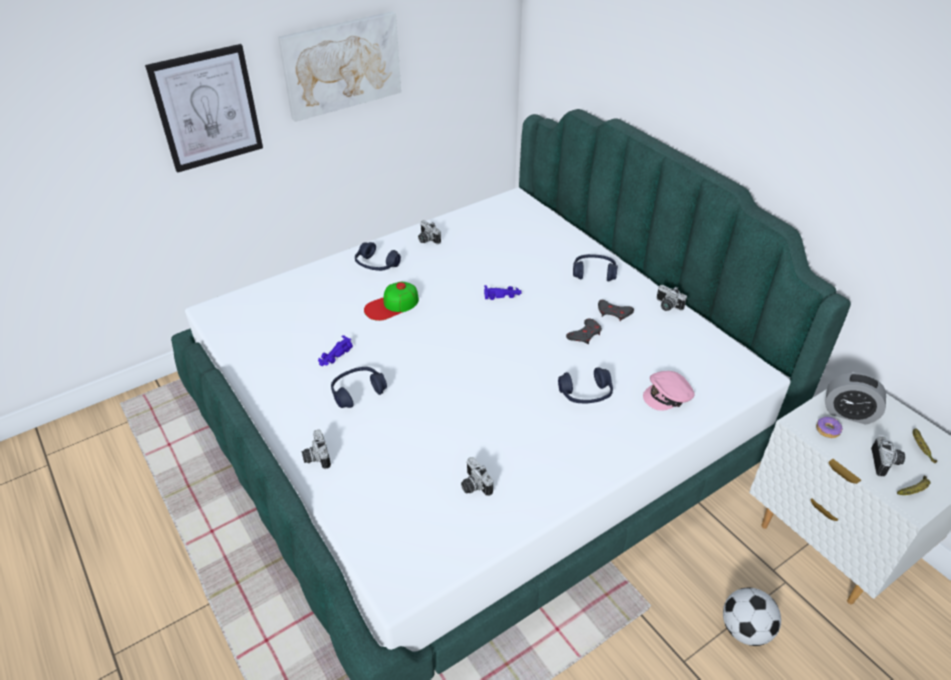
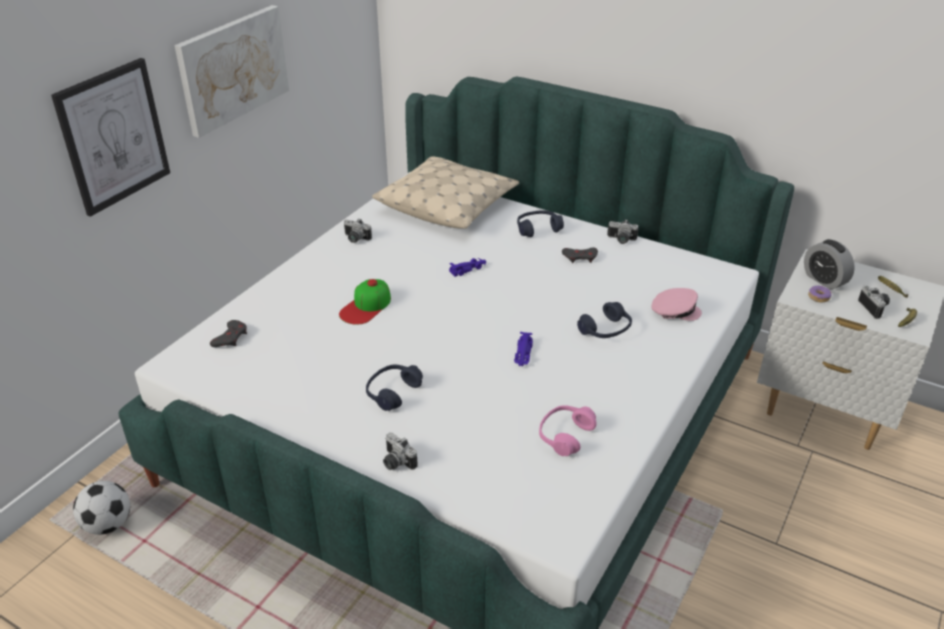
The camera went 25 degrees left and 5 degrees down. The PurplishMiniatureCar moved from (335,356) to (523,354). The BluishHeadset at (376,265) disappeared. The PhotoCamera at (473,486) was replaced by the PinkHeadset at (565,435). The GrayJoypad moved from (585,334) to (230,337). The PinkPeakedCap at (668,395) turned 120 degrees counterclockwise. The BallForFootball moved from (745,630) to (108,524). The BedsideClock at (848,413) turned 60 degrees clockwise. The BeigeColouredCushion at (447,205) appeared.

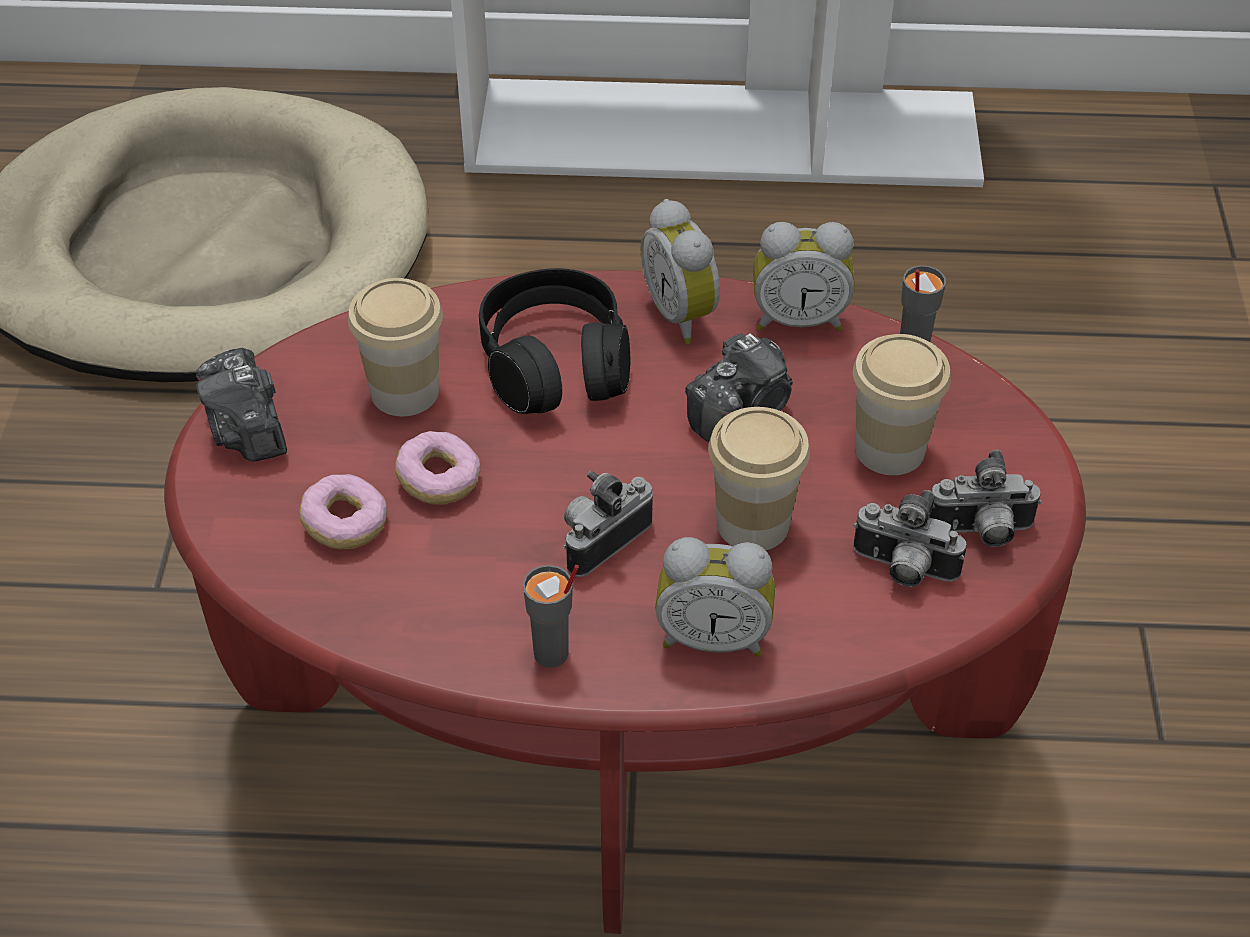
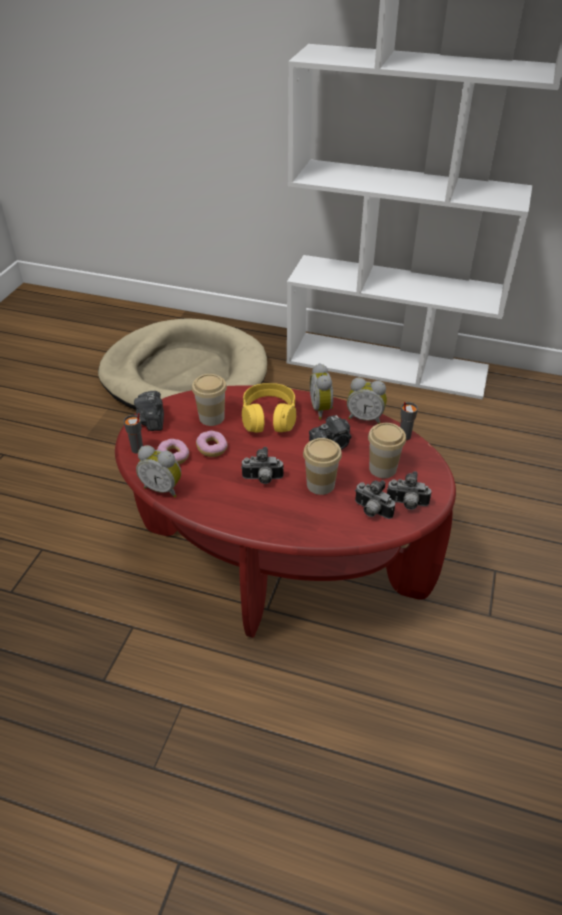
The camera went 15 degrees right and 5 degrees down. The BlackishHeadset at (555,364) became the YellowHeadset at (269,417). The GrayCup moved from (552,654) to (137,449). The PhotoCamera at (601,540) turned 150 degrees counterclockwise. The BedsideClock moved from (713,636) to (163,488).

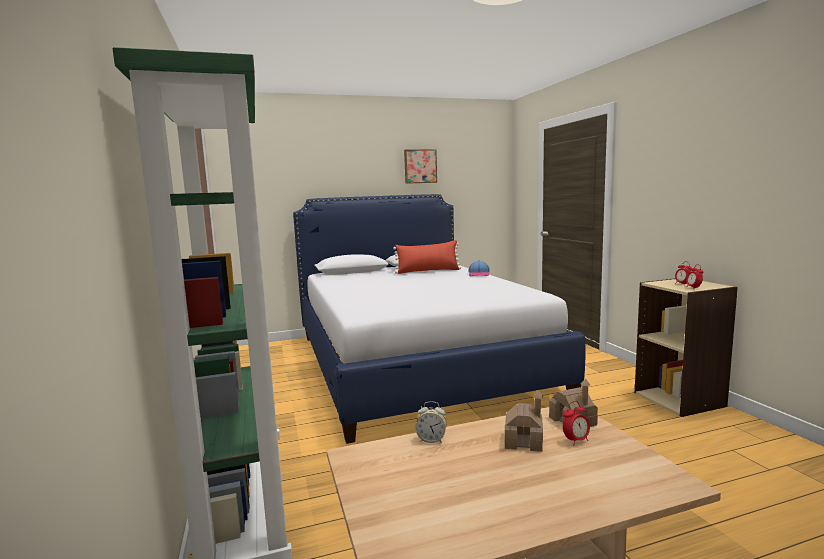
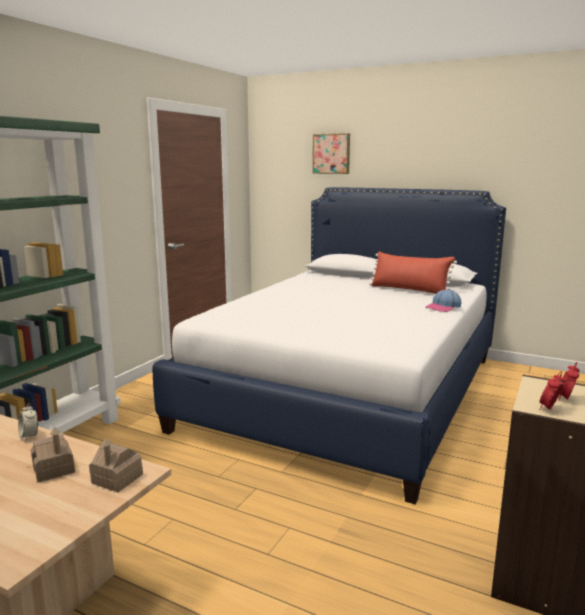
The camera went 45 degrees right and 5 degrees up. The WallArt moved from (420,166) to (331,153). The BedsideClock at (576,441) disappeared.

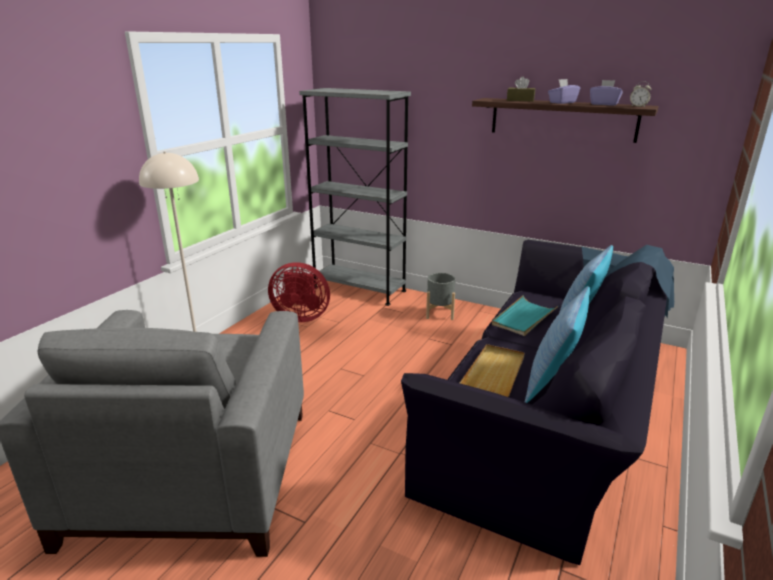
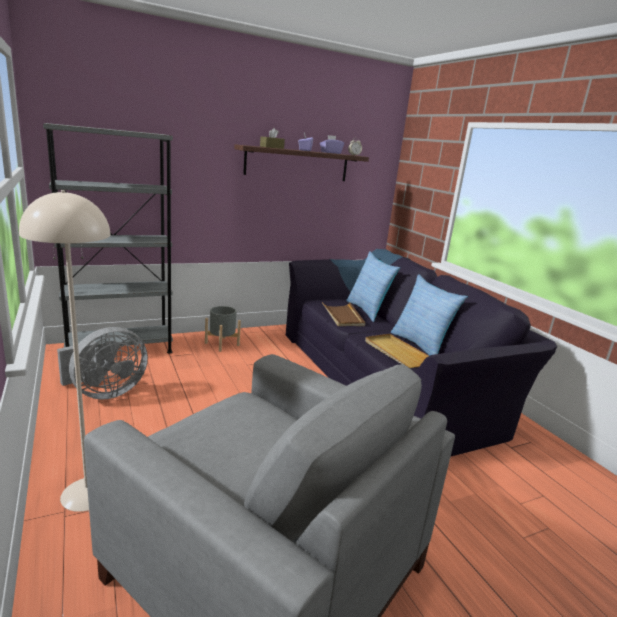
The camera went 55 degrees left and 5 degrees down. The ReddishElectricFan at (301,316) became the GrayElectricFan at (105,392). The TurquoiseTray at (524,318) became the BrownTray at (343,316).

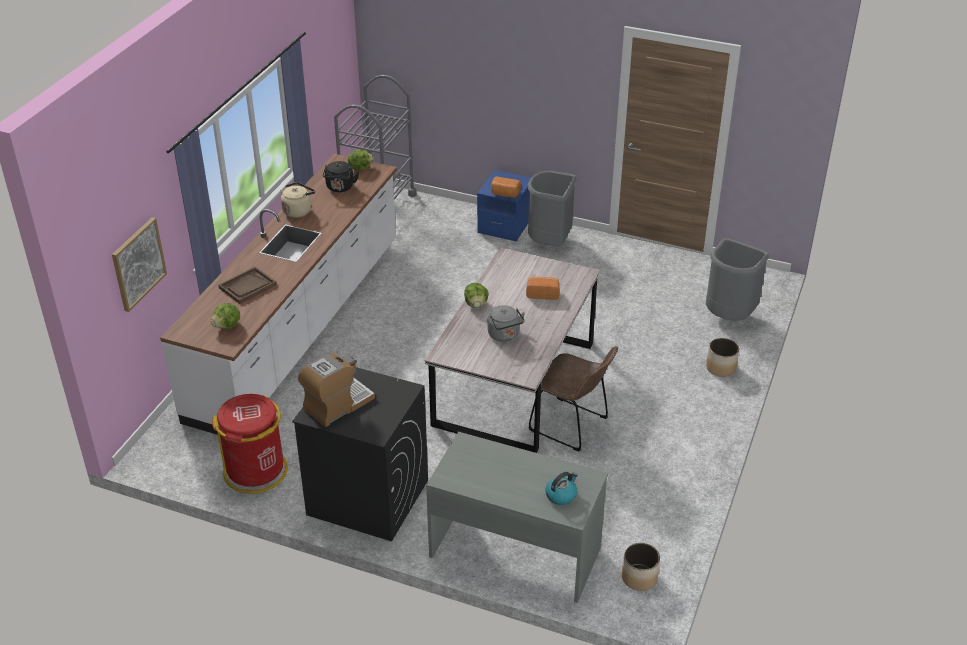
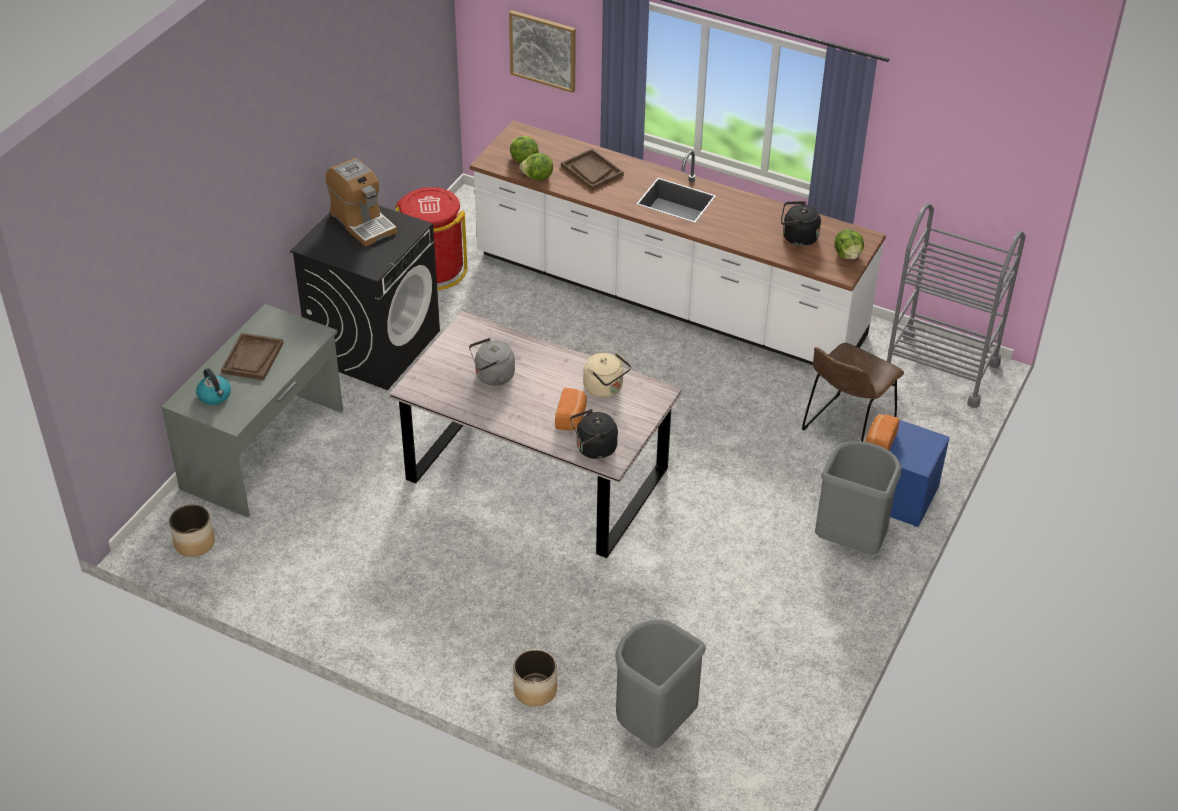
The camera went 95 degrees right and 5 degrees up. The BeigeColouredKettle moved from (298,211) to (605,389). The LettuceHead moved from (476,304) to (537,177). The BrownUprightChair moved from (572,426) to (845,429). The BrownTray at (252,358) appeared. The BlackishKettle at (594,449) appeared.

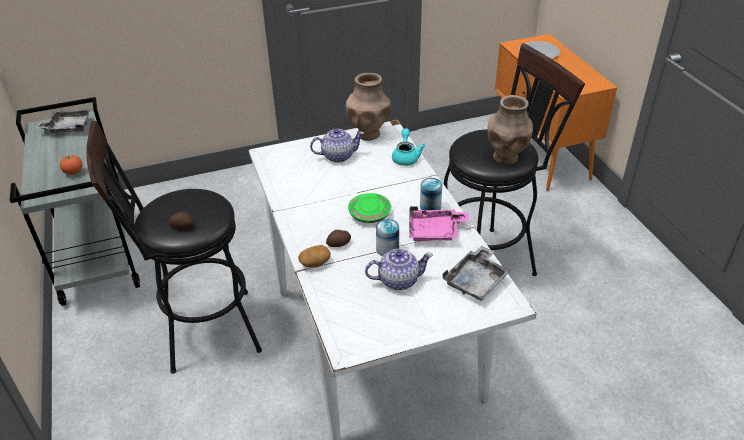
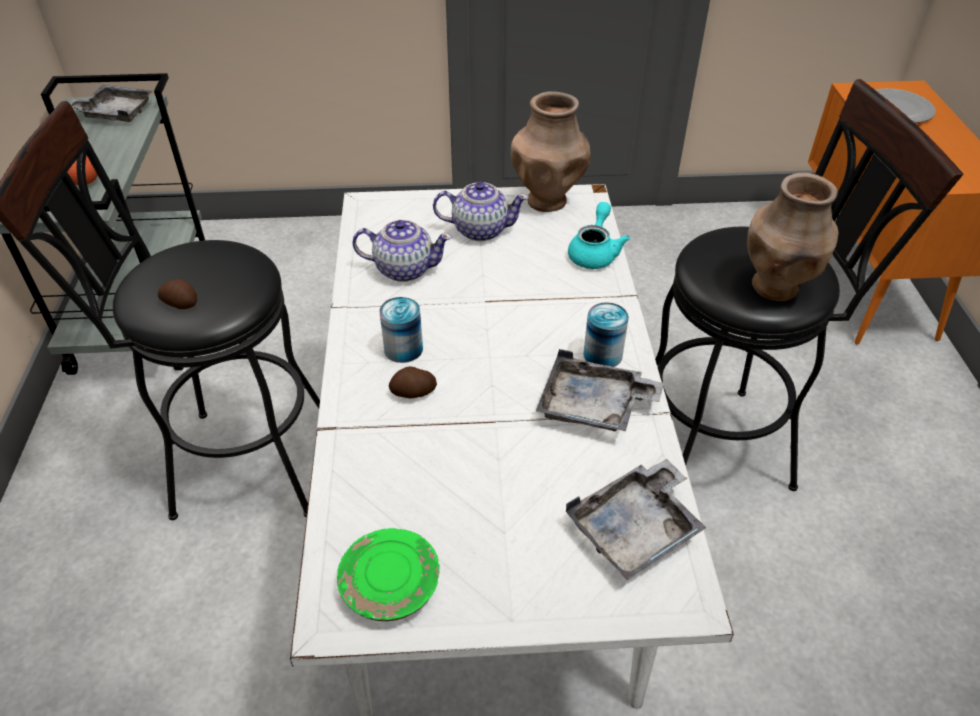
The camera went 15 degrees right and 5 degrees up. The Potato at (315,263) disappeared. The GreenPlate moved from (370,214) to (391,584). The PotForTea moved from (398,280) to (404,269). The SealedCan moved from (387,249) to (403,349). The PinkTray at (435,232) became the GrayTray at (593,406).

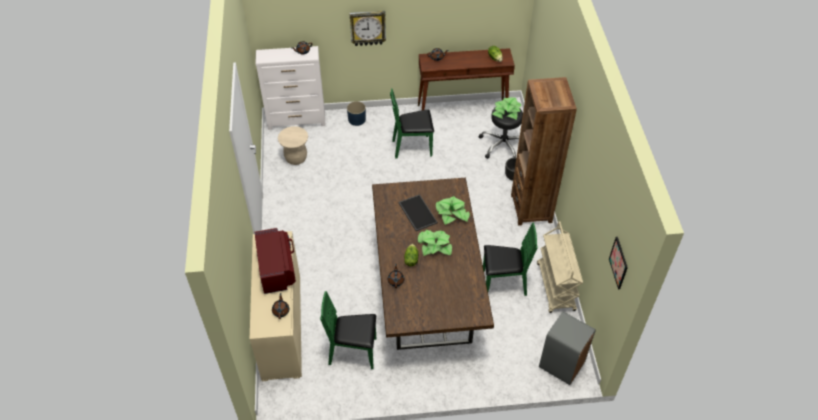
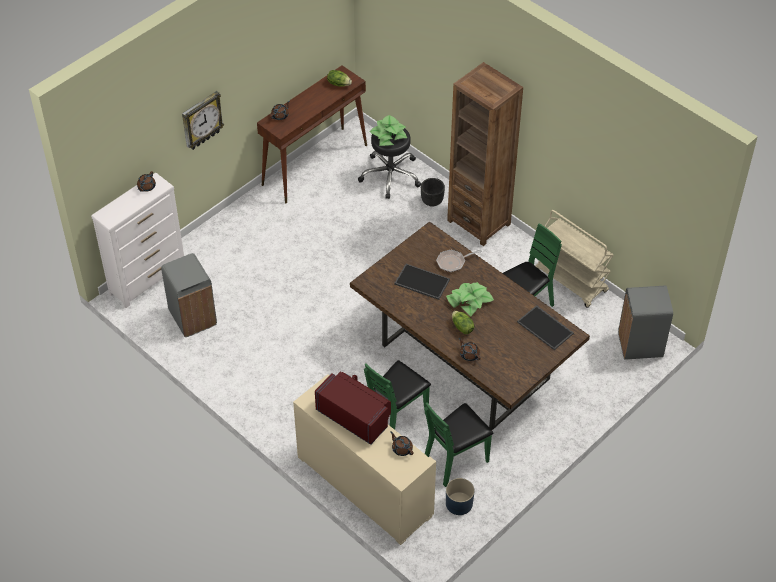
The camera went 40 degrees left and 0 degrees up. The BeigeColouredStool at (296,158) was replaced by the GrayRubbishBin at (192,318). The BluishPlantPot moved from (357,119) to (459,503). The GreenUprightChair moved from (412,147) to (396,417). The Houseplant at (452,213) was replaced by the FryingPan at (453,262). The WallArt at (618,263) disappeared. The Tray at (546,327) appeared.

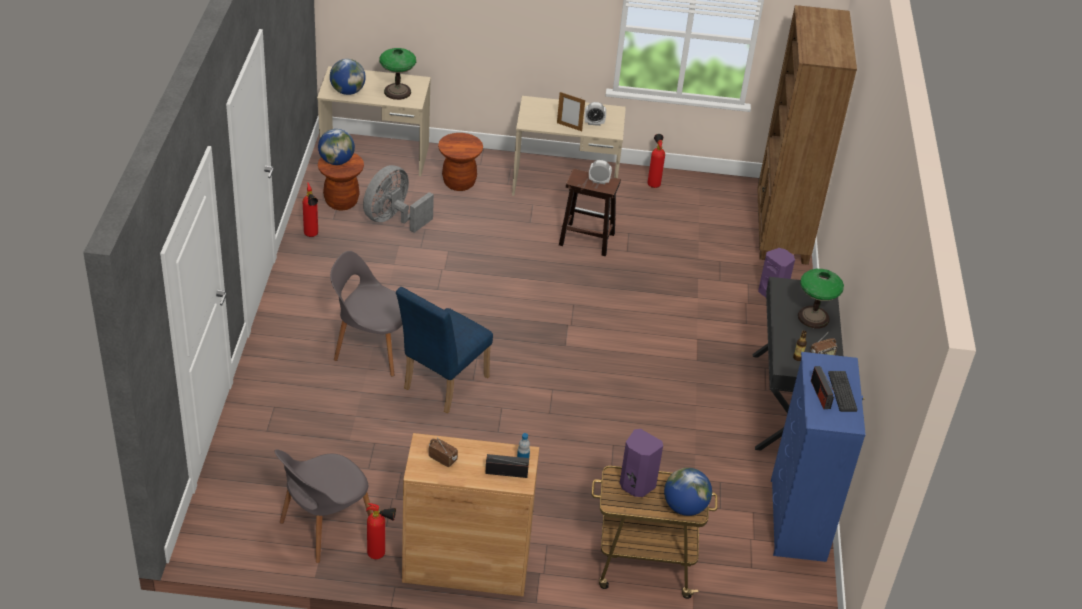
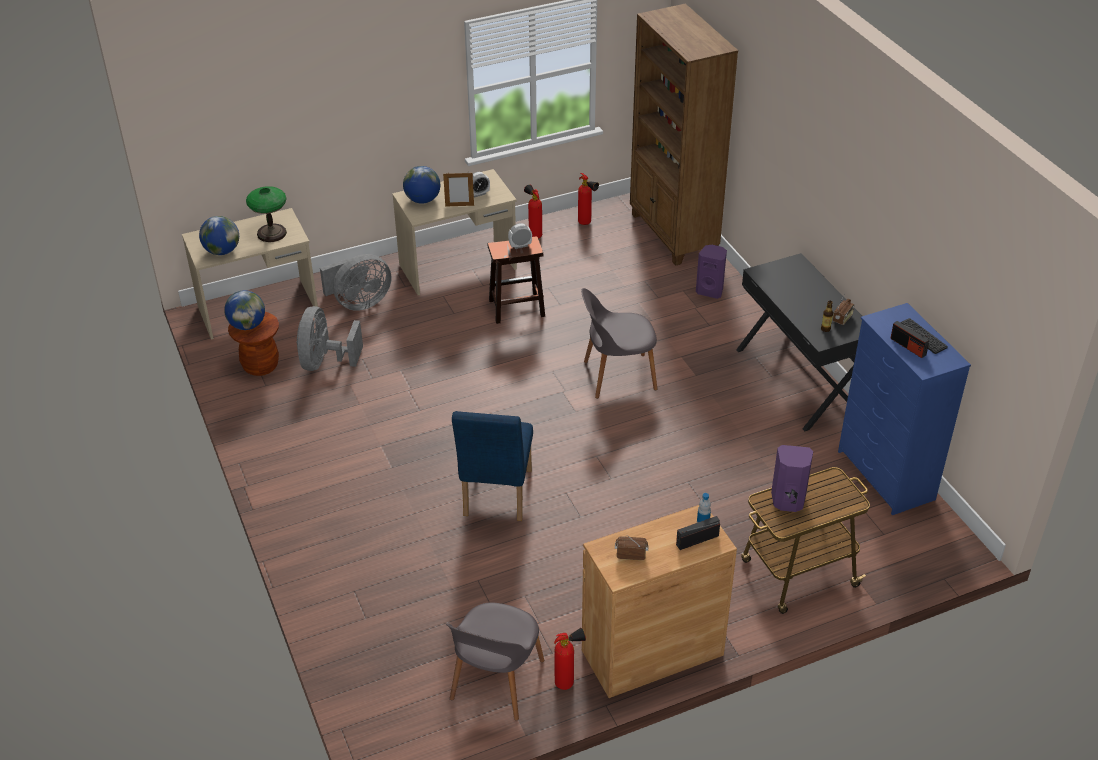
The camera went 25 degrees left and 0 degrees up. The Extinguisher moved from (312,236) to (587,224). The GrayUprightChair moved from (372,349) to (617,376). The BrownStool at (459,183) was replaced by the GrayElectricFan at (359,303). The Globe moved from (685,507) to (423,200). The TabletopLamp at (813,318) disappeared.

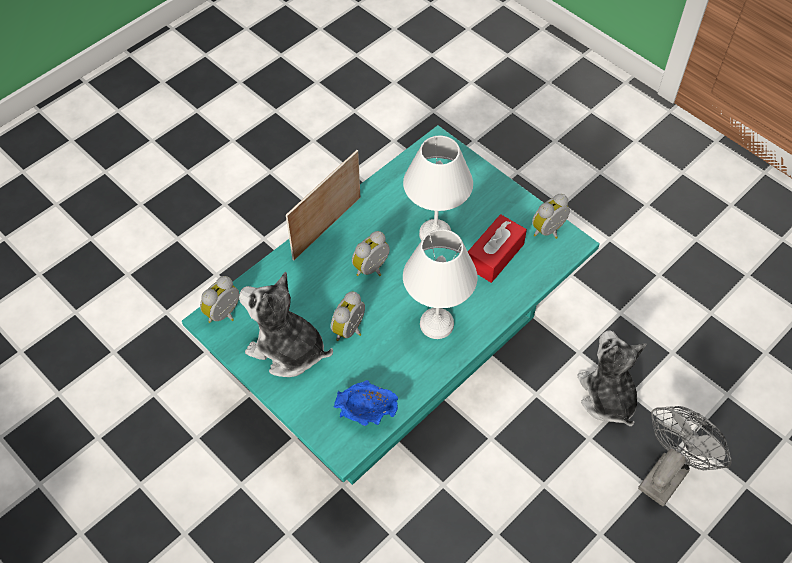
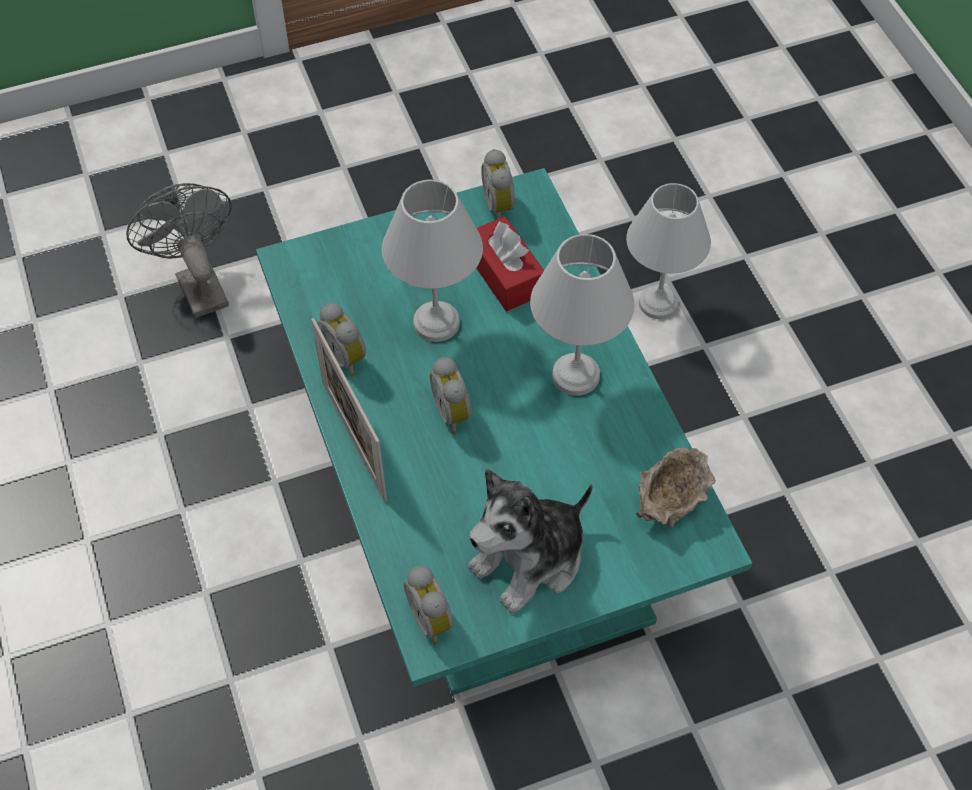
The camera went 65 degrees left and 0 degrees up. The BedsideClock moved from (351,331) to (347,357). The BluishBowl at (367,413) became the BeigeColouredBowl at (670,501). The SoftToy at (607,397) was replaced by the WhitishTabletopLamp at (660,304). The GrayElectricFan moved from (667,473) to (197,284).

